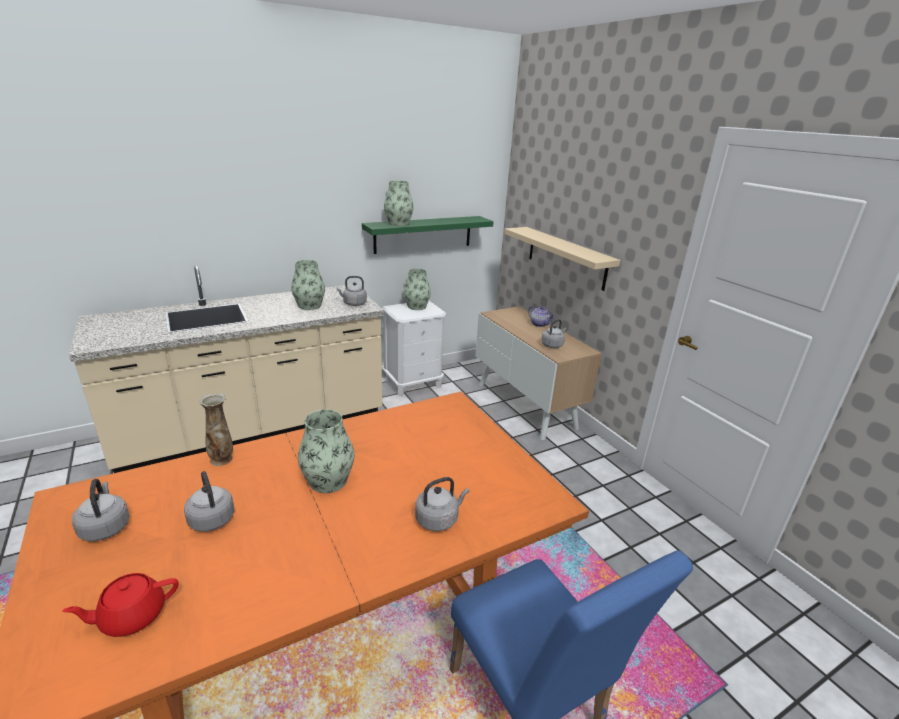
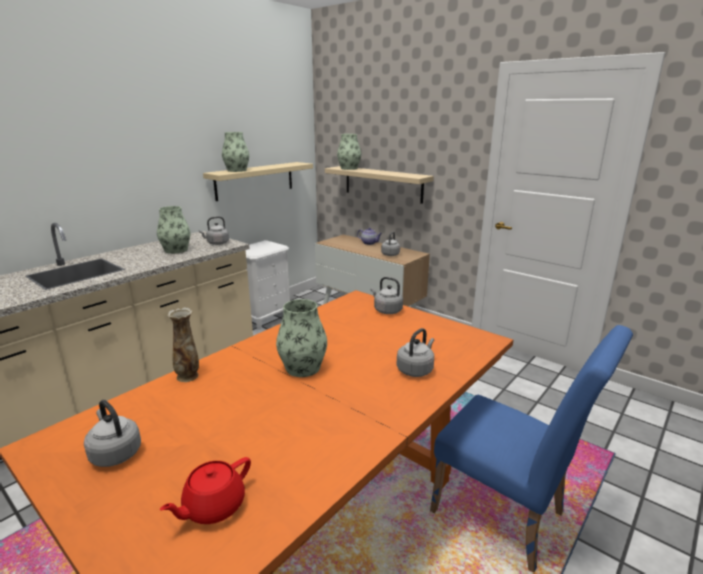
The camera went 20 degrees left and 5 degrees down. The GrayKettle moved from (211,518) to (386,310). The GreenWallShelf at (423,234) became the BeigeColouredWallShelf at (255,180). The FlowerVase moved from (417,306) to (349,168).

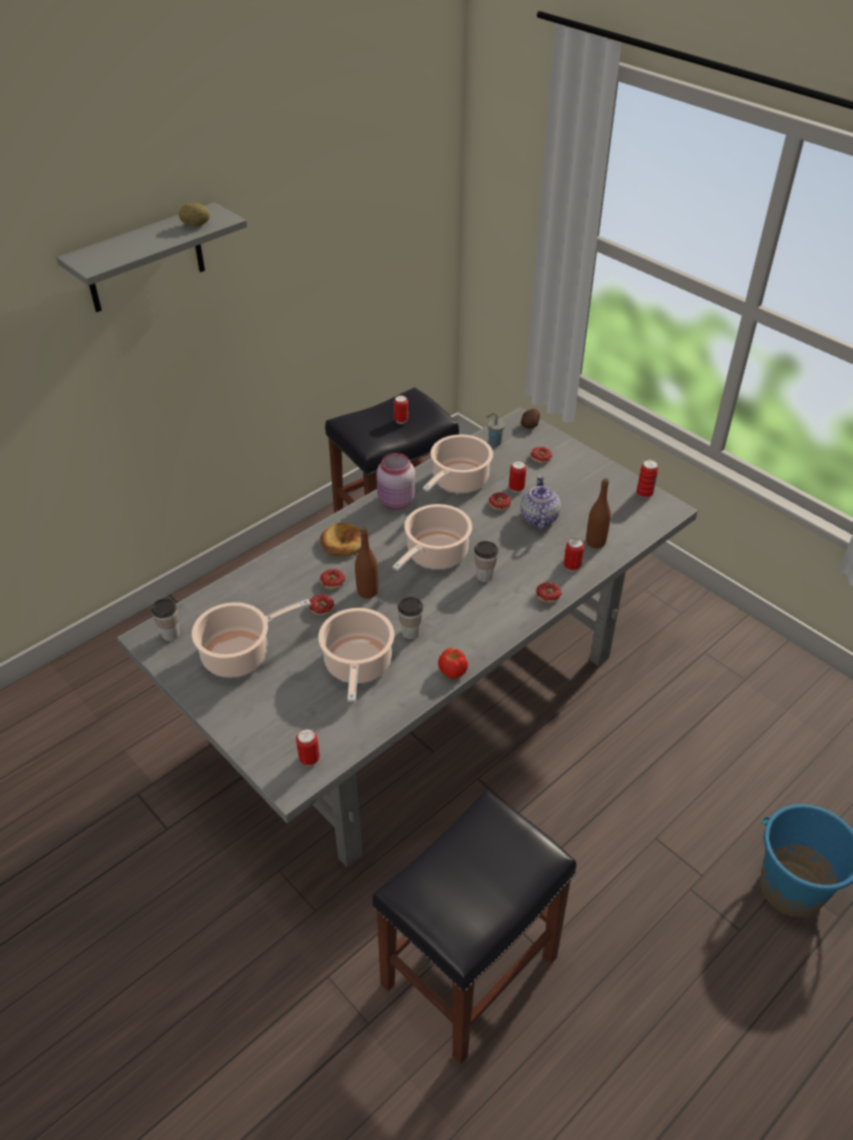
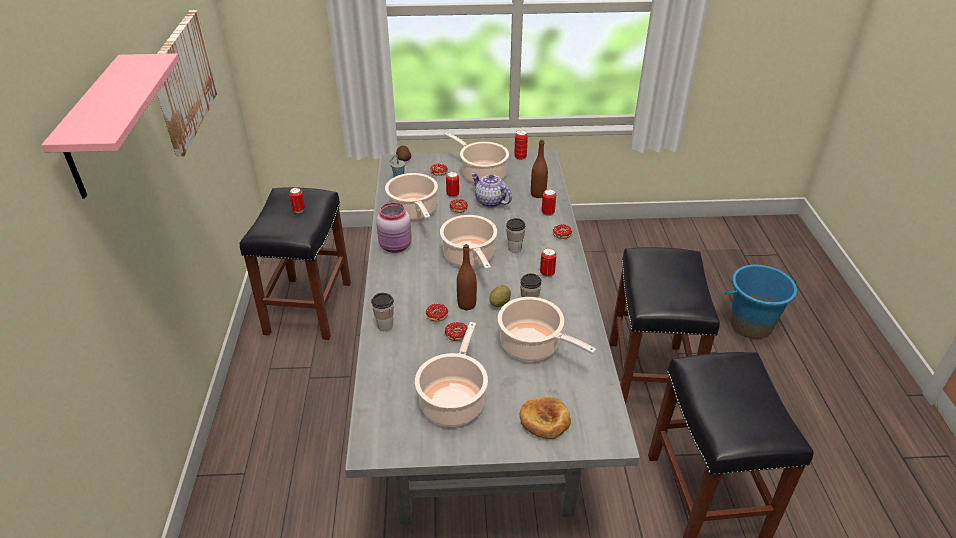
The camera went 50 degrees left and 5 degrees down. The GrayWallShelf at (145,259) became the PinkWallShelf at (96,128). The Cup moved from (170,634) to (385,325). The Potato moved from (195,225) to (499,303). The SealedCan moved from (309,759) to (547,273). The Bread moved from (343,543) to (545,420). The WholeTomato at (452,671) disappeared. The WallArt at (182,80) appeared. The Stockpot at (481,175) appeared. The BlackishStool at (649,378) appeared.

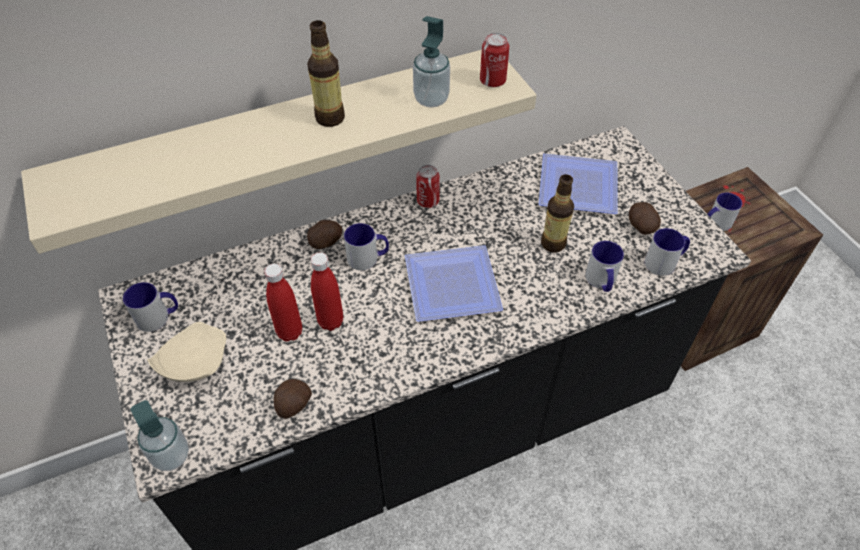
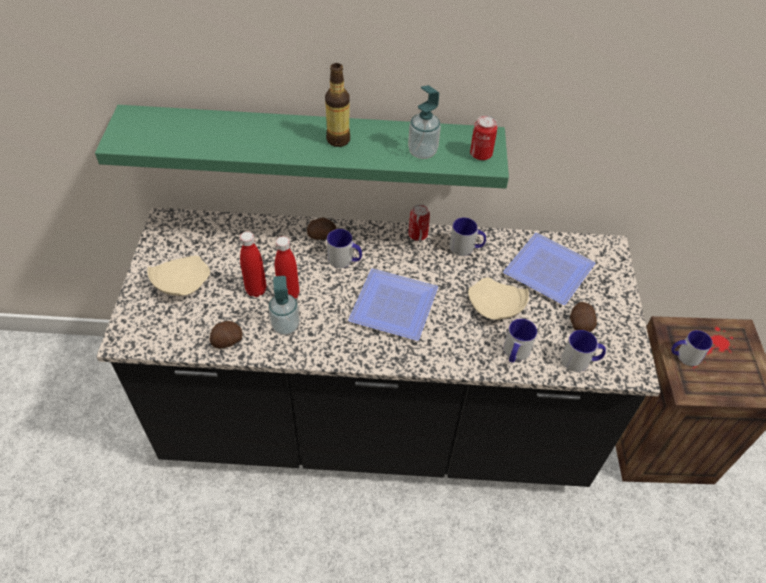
The camera went 25 degrees right and 0 degrees up. The BeigeColouredWallShelf at (285,140) became the GreenWallShelf at (312,146). The Mug moved from (159,317) to (466,247). The LiquidSoapBottle moved from (171,456) to (285,326). The DrinkBottle at (553,244) was replaced by the BeigeColouredPlate at (495,307).

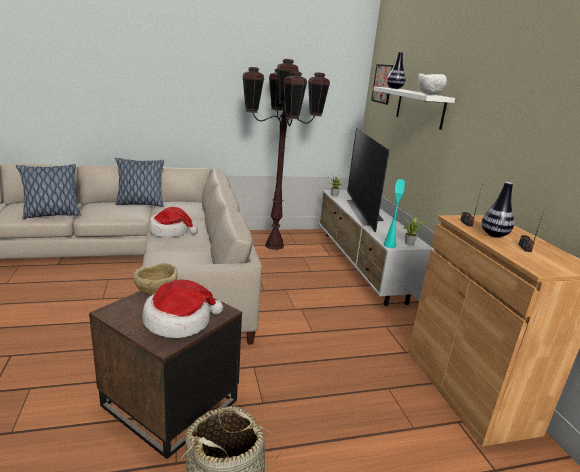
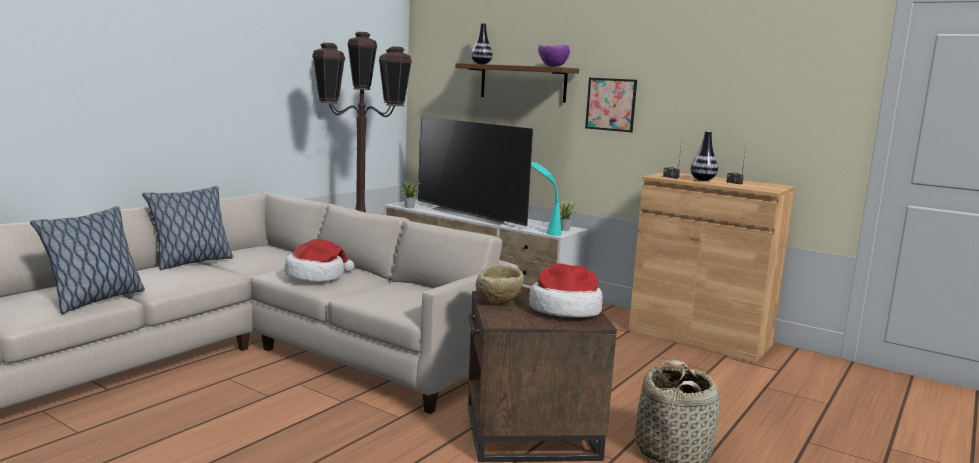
The camera went 40 degrees left and 10 degrees down. The WallArt moved from (382,84) to (611,104). The WhitishWallShelf at (419,107) became the BrownWallShelf at (523,83). The WhitishBowl at (428,94) became the PurplishBowl at (552,66).

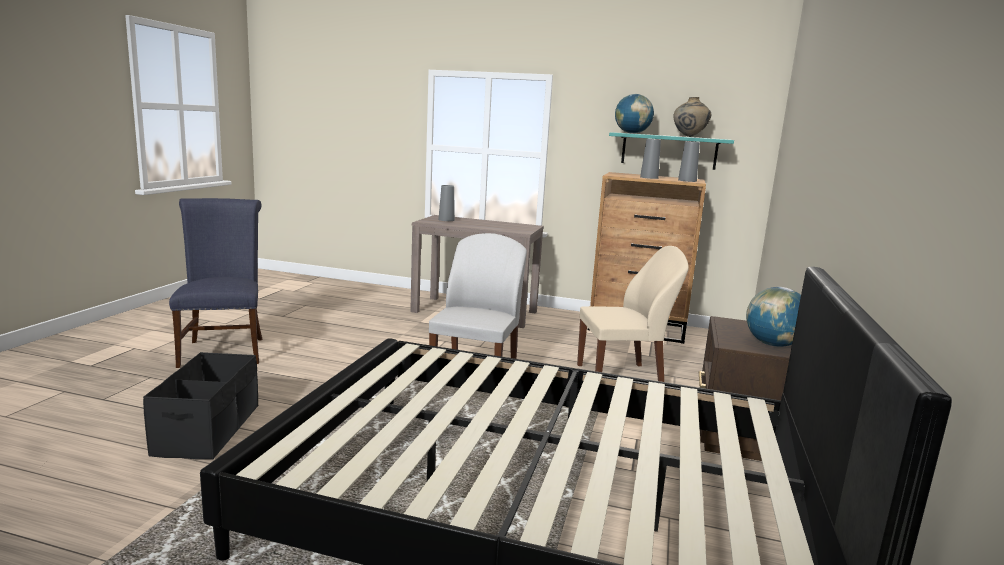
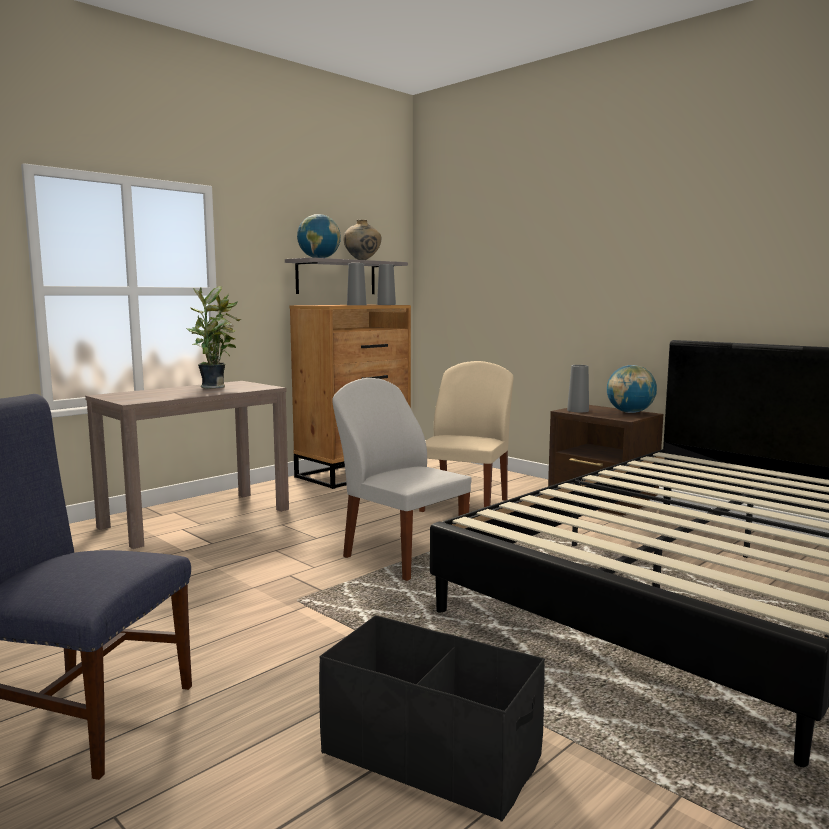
The camera went 60 degrees left and 5 degrees down. The GrayFlowerVase moved from (446,220) to (578,410). The TurquoiseWallShelf at (669,151) became the GrayWallShelf at (336,277). The Houseplant at (215,387) appeared.

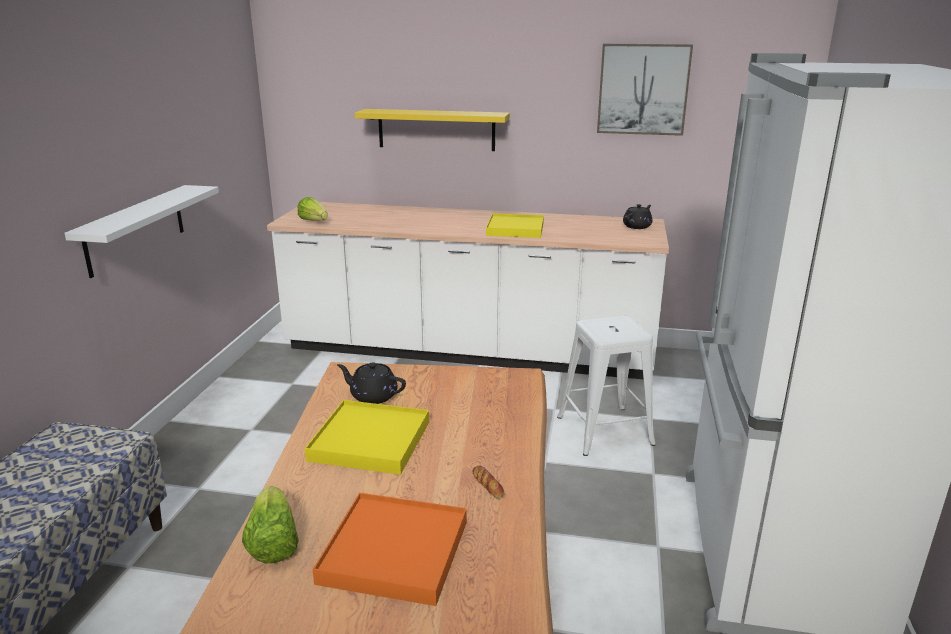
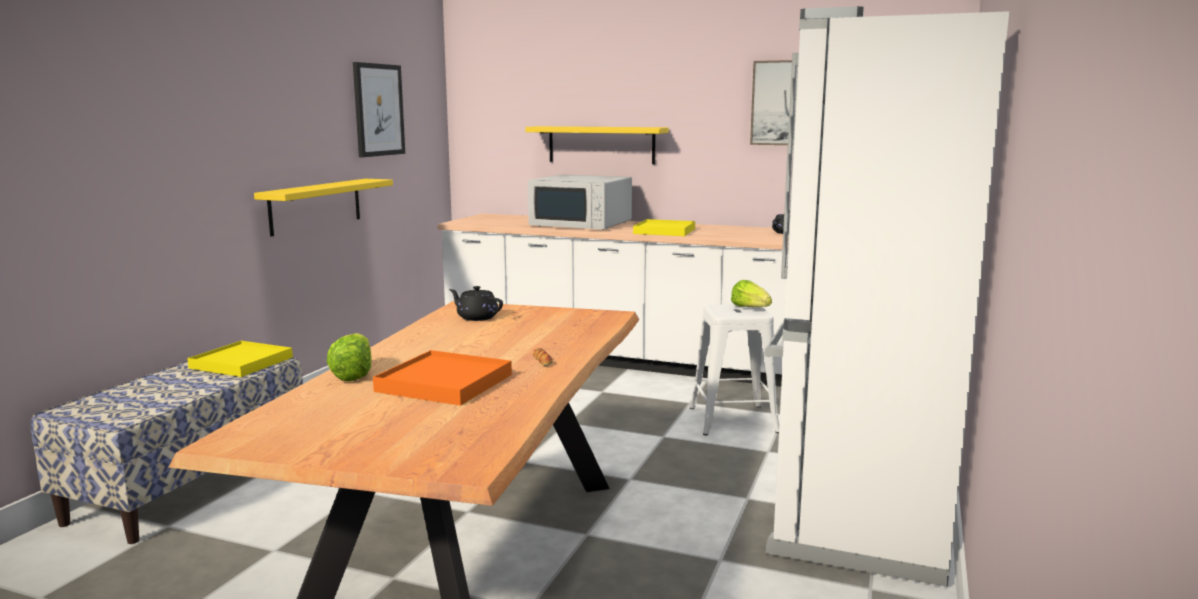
The camera went 10 degrees right and 10 degrees down. The WhitishWallShelf at (135,229) became the YellowWallShelf at (316,206). The LettuceHead moved from (314,221) to (750,308). The YellowTray moved from (370,441) to (241,363). The WallArt at (378,110) appeared. The WhitishKitchenMicrowave at (582,224) appeared.

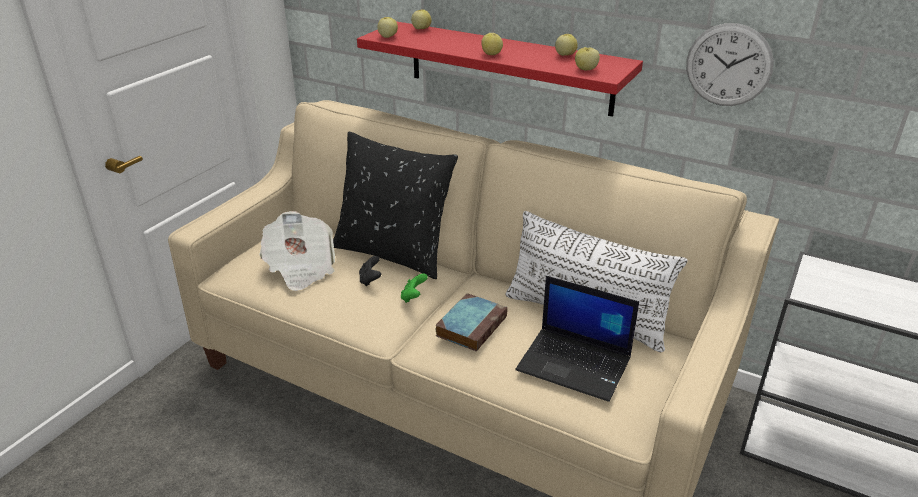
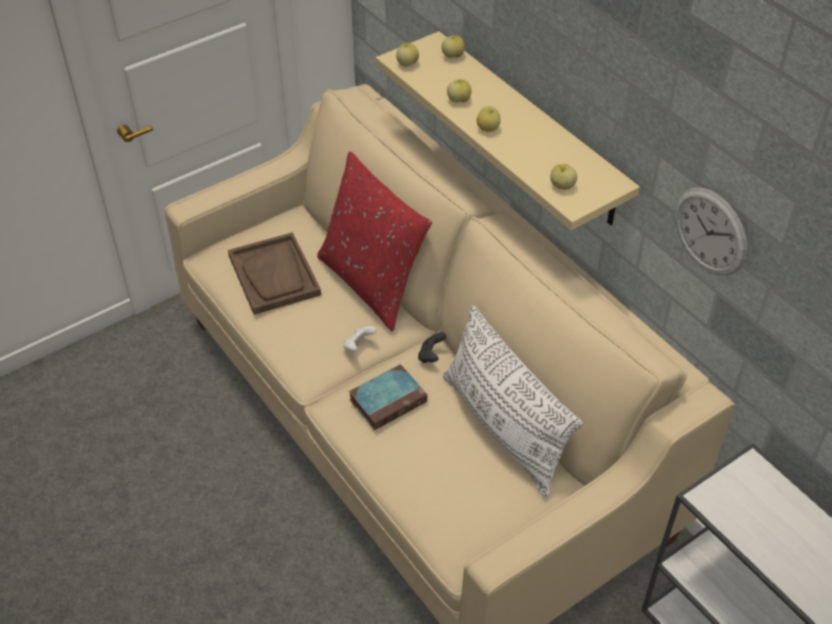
The camera went 25 degrees right and 15 degrees up. The DailyPaper at (300,268) was replaced by the BrownTray at (274,275). The BlackishCushion at (394,253) became the ReddishCushion at (372,283). The ReddishWallShelf at (509,68) became the BeigeColouredWallShelf at (529,129). The BlackishJoypad moved from (370,280) to (431,356). The GreenJoypad at (413,297) became the WhitishJoypad at (358,346). The PortableComputer at (575,364) disappeared. The AppleFruit moved from (565,55) to (458,100).

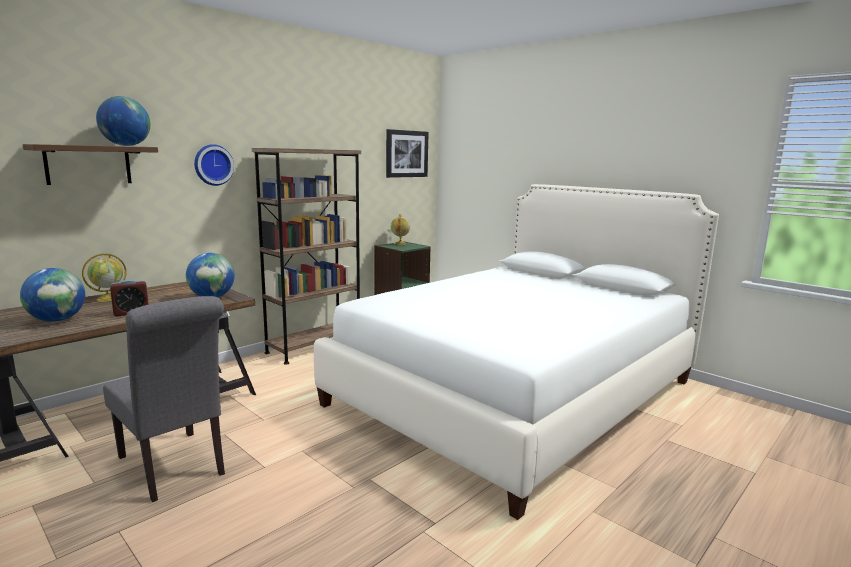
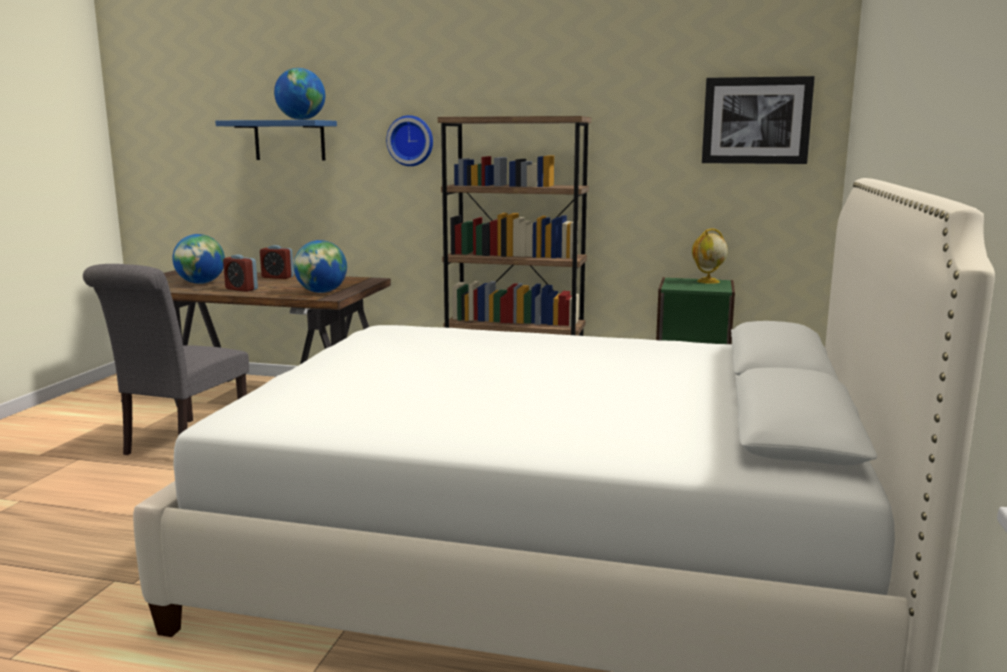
The camera went 60 degrees right and 0 degrees up. The BrownWallShelf at (88,164) became the BluishWallShelf at (289,140). The Globe at (108,298) was replaced by the BedsideClock at (277,277).

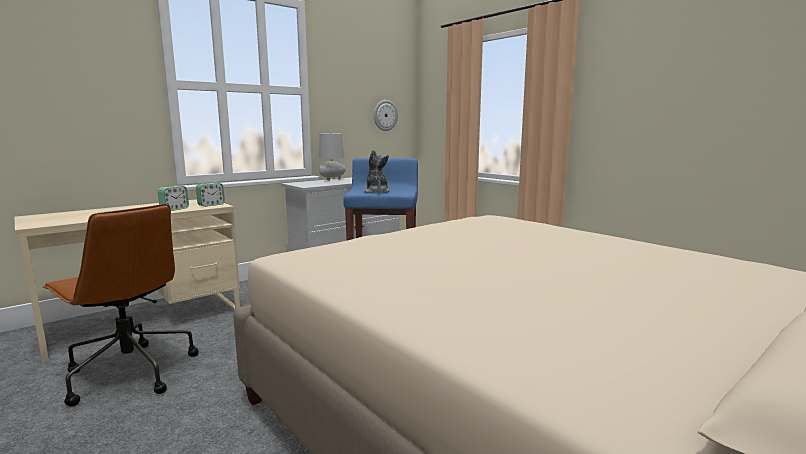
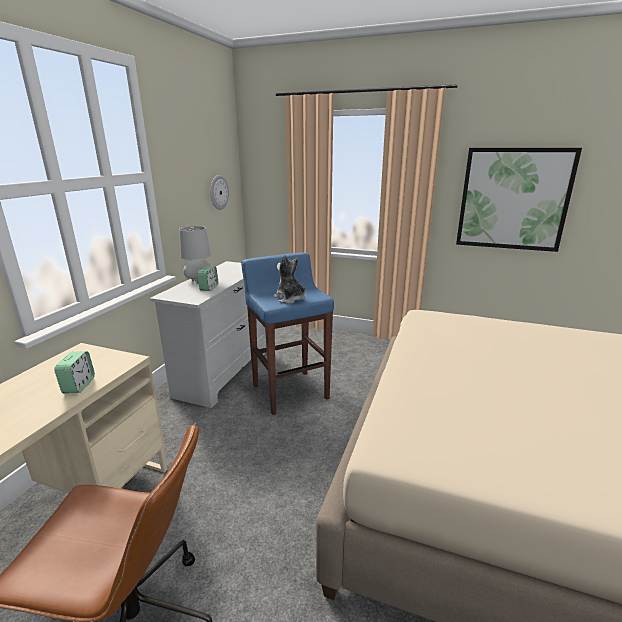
The camera went 30 degrees left and 10 degrees up. The BedsideClock moved from (211,205) to (209,288). The WallArt at (513,199) appeared.

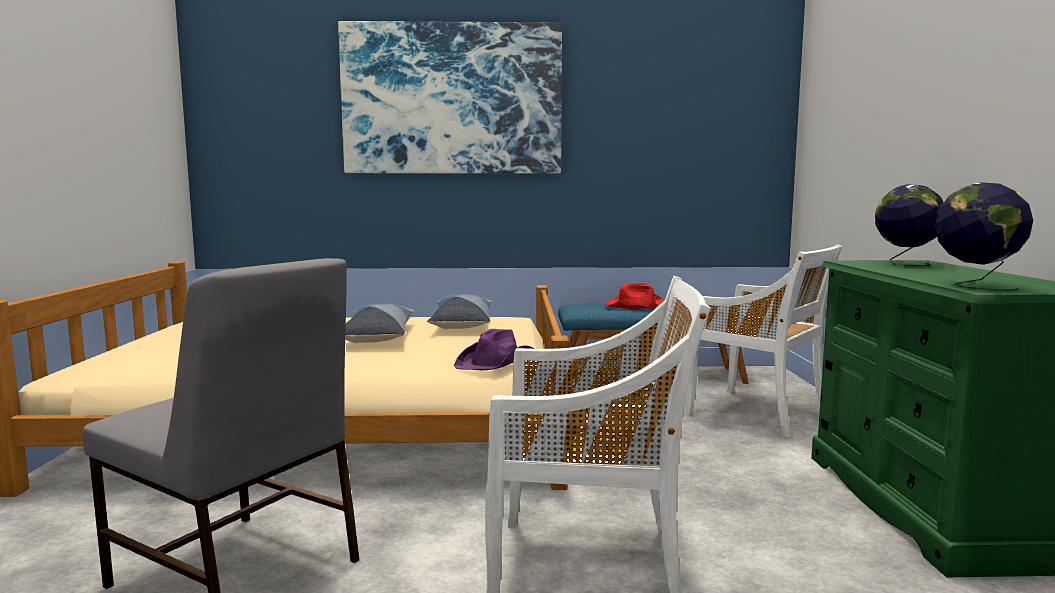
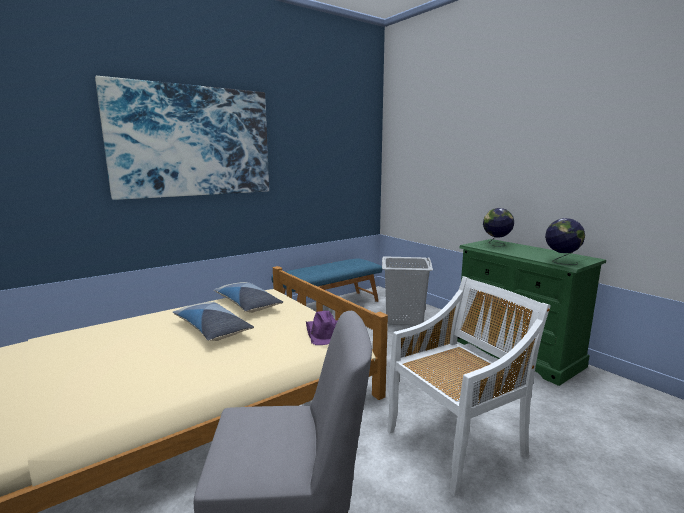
The camera went 35 degrees left and 5 degrees up. The ReddishClothingHat at (635,306) disappeared. The WhitishUprightChair at (758,412) was replaced by the GrayHamper at (404,319).

